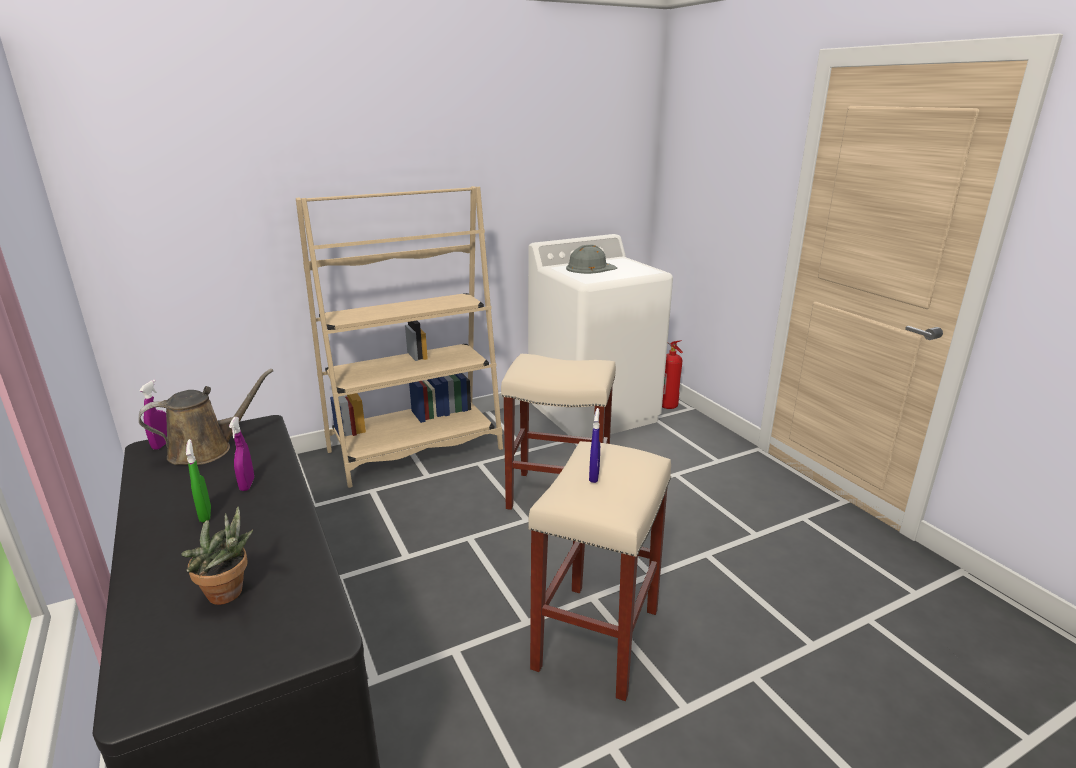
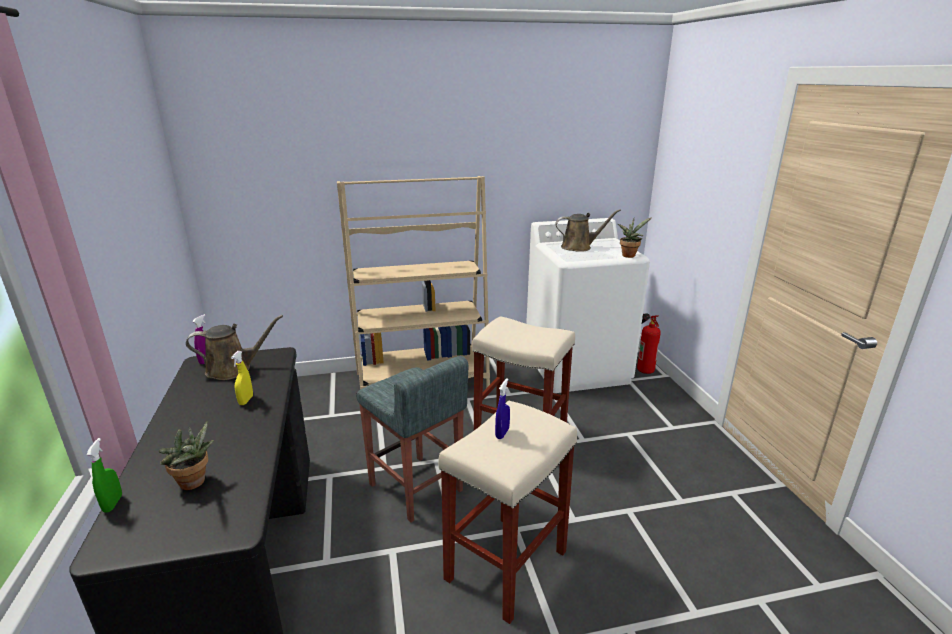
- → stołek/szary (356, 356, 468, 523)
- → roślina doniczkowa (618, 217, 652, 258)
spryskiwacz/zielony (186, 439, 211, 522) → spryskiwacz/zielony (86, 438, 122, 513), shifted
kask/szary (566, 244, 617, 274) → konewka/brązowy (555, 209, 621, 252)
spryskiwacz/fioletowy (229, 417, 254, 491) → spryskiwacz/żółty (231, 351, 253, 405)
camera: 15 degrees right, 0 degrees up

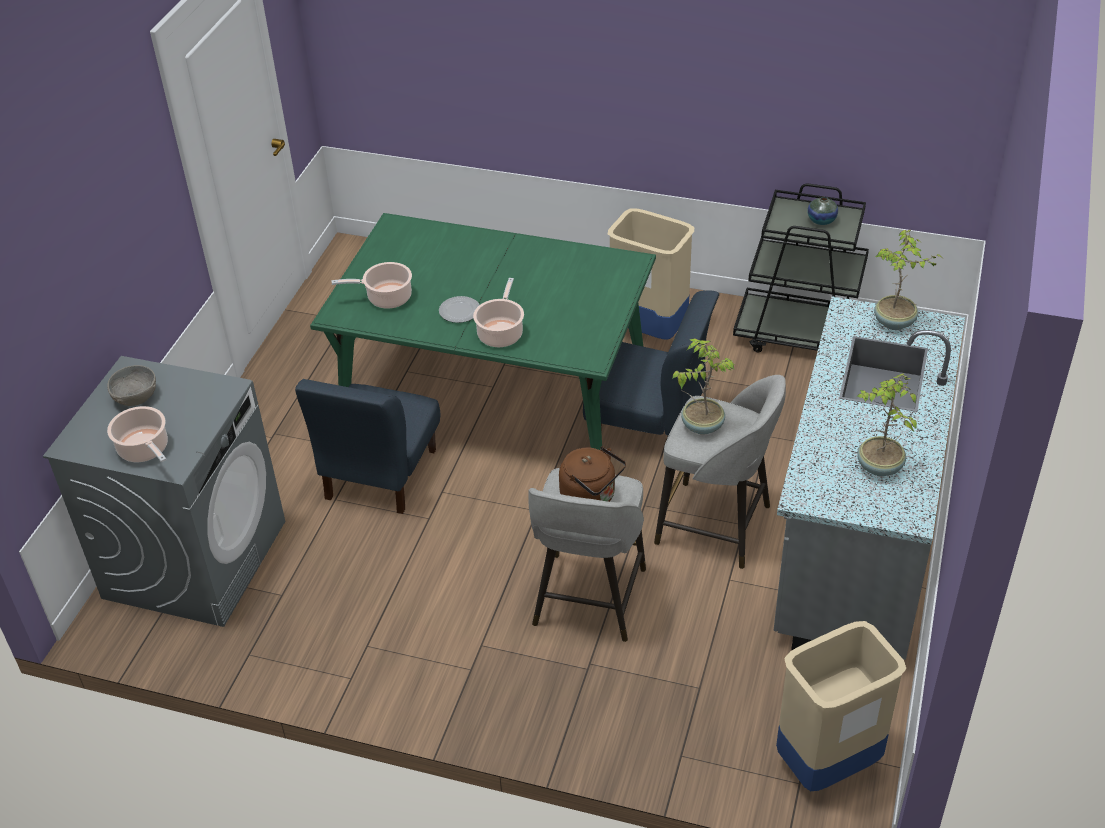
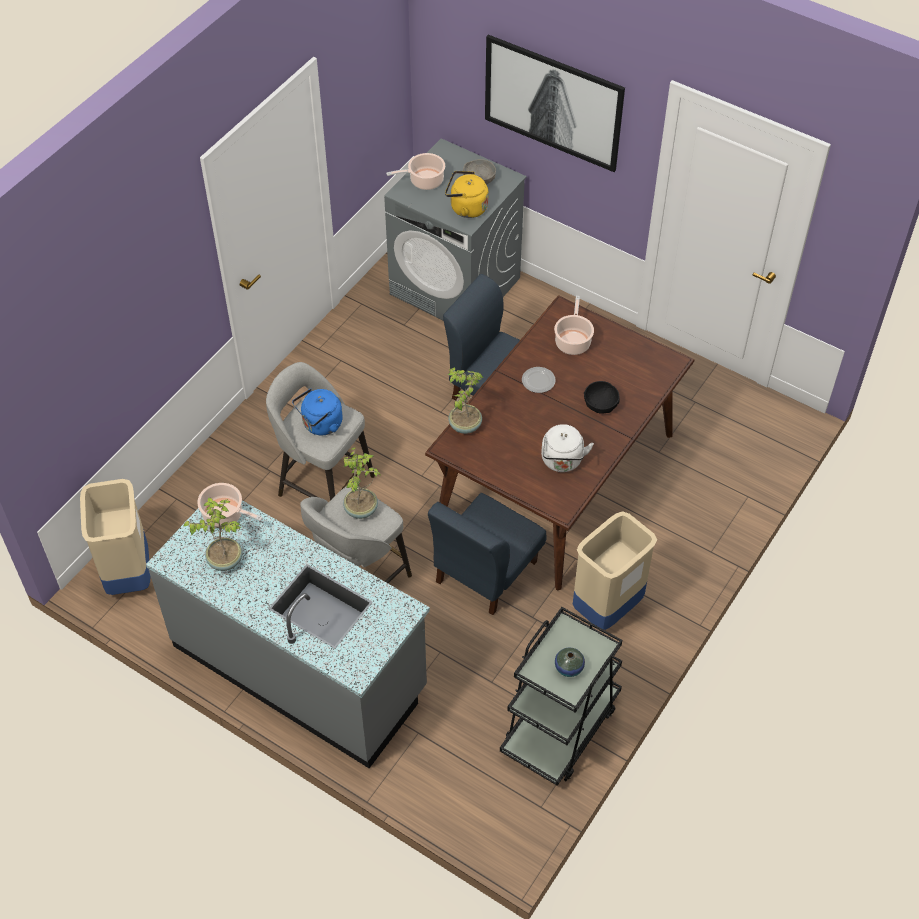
- → czajnik/żółty (445, 171, 489, 218)
- → obraz (485, 35, 625, 172)
- → czajnik/biały (541, 424, 594, 472)
- → miska/czarny (584, 381, 620, 414)
garnek (473, 278, 524, 347) → garnek (197, 483, 263, 528), shifted
roślina doniczkowa (874, 230, 942, 330) → roślina doniczkowa (448, 367, 484, 434), shifted
stół jadalny/zielony (310, 213, 656, 450) → stół jadalny/brązowy (425, 295, 694, 590)
czajnik/brązowy (559, 446, 626, 502) → czajnik/niebieski (292, 389, 343, 435)
camera: 105 degrees right, 10 degrees up

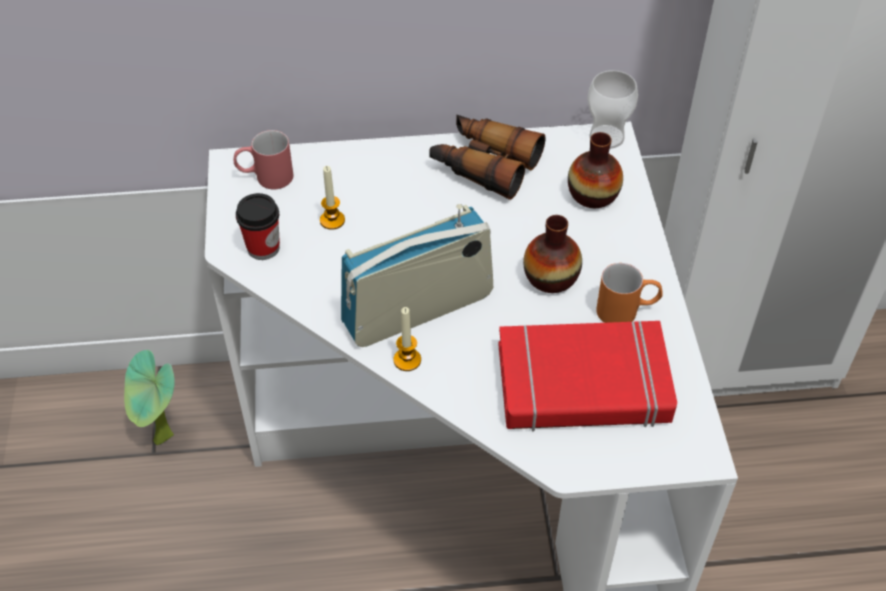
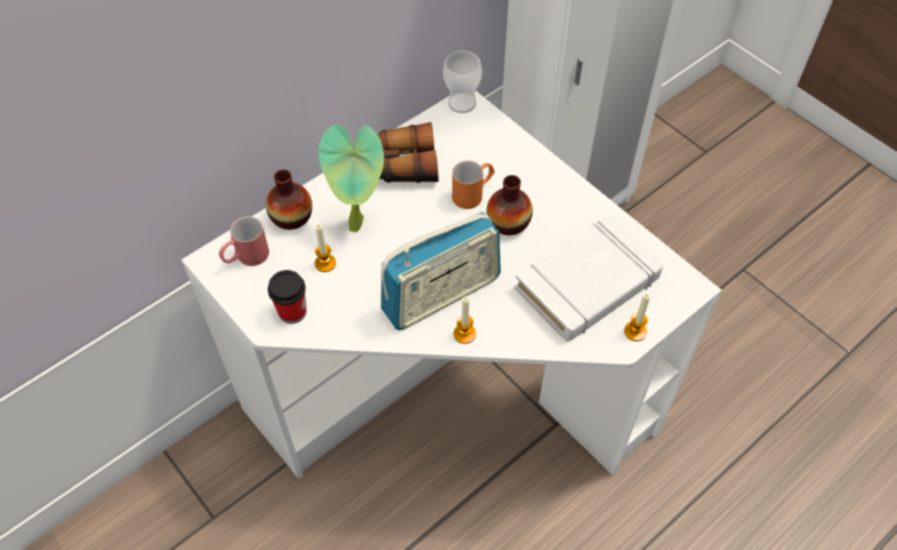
- → świeca (624, 294, 650, 341)
roślina doniczkowa (124, 350, 175, 445) → roślina doniczkowa (319, 124, 384, 232), shifted
wazon (568, 132, 623, 208) → wazon (266, 169, 312, 230), shifted
kubek/pomarańczowy (596, 263, 663, 323) → kubek/pomarańczowy (452, 161, 495, 209), shifted
książka/czerwony (498, 321, 677, 432) → książka/biały (515, 214, 663, 342)
radio (341, 204, 493, 347) → radio (381, 212, 501, 330), 150 degrees counterclockwise
camera: 35 degrees left, 5 degrees up

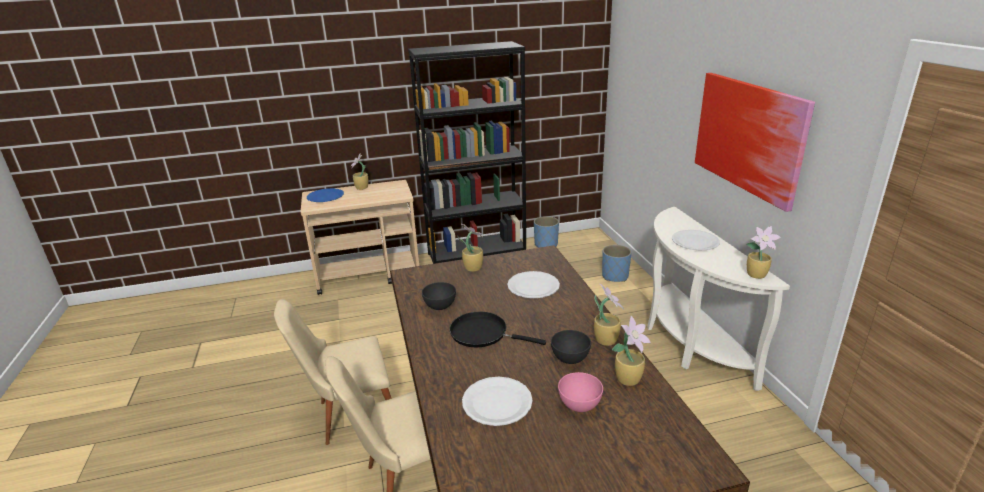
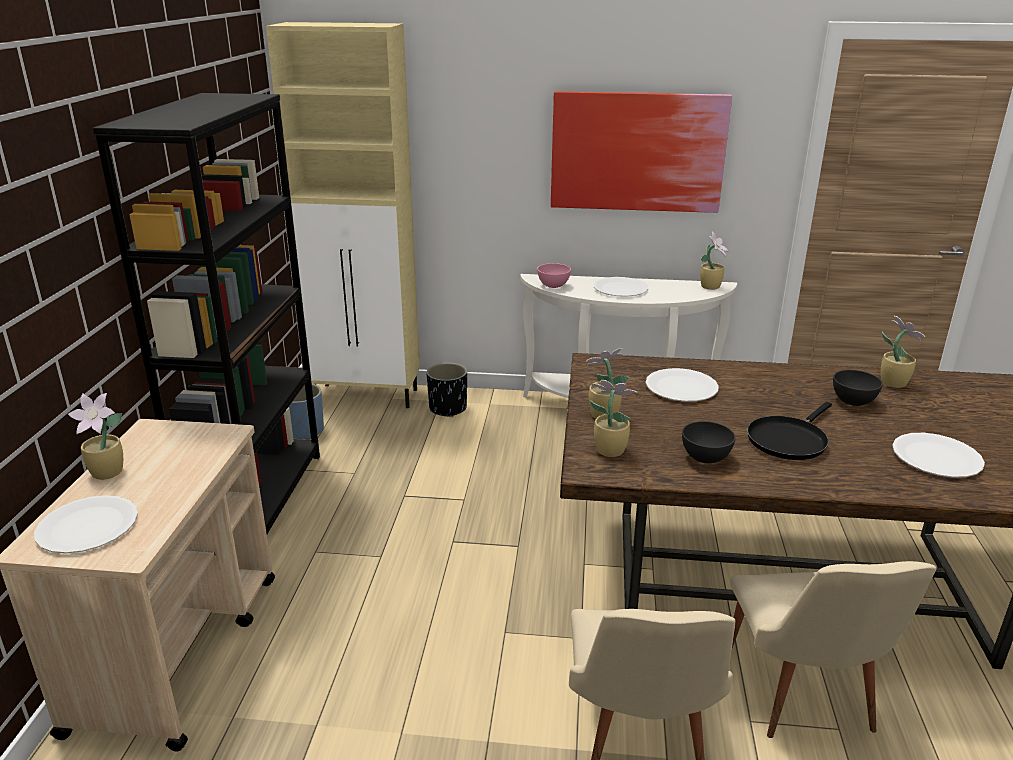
- → szafka/beżowy (266, 22, 420, 408)
miska/różowy (558, 372, 603, 412) → miska/różowy (537, 263, 571, 288), shifted
roślina doniczkowa (594, 284, 624, 346) → roślina doniczkowa (590, 380, 637, 457), shifted
talerz/niebieski (307, 188, 344, 202) → talerz/biały (34, 495, 138, 553)
donica/niebieski (602, 245, 632, 282) → donica/czarny (426, 363, 467, 417)
camera: 70 degrees left, 0 degrees up

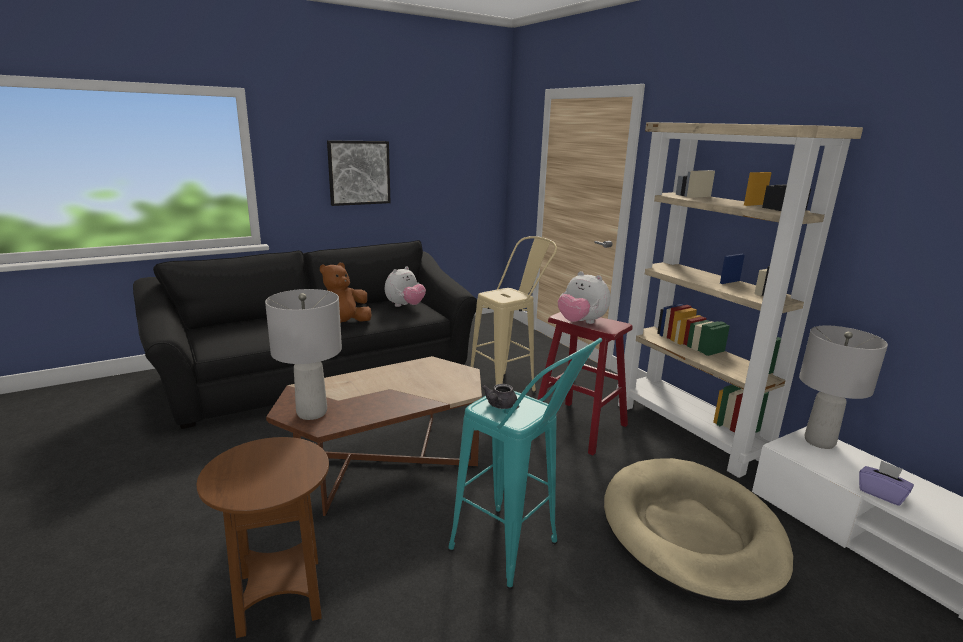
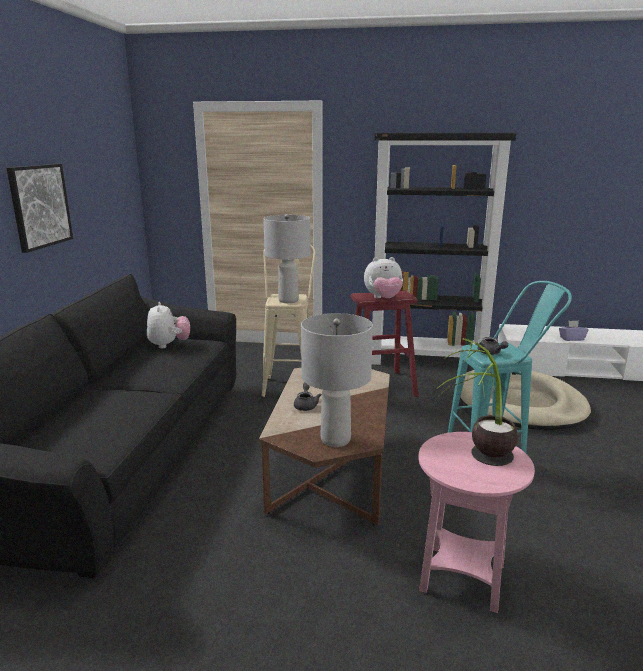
pluszak/brązowy (320, 263, 372, 323) → -
- → imbryk/szary (294, 382, 322, 411)
- → roślina doniczkowa (437, 338, 518, 466)
lampa stołowa/szary (799, 325, 888, 449) → lampa stołowa/szary (263, 214, 311, 303), shifted
stolik/brązowy (196, 437, 329, 638) → stolik/różowy (418, 432, 535, 613)
regał/beżowy (617, 122, 863, 478) → regał/czarny (372, 133, 516, 365)
camera: 50 degrees left, 0 degrees up

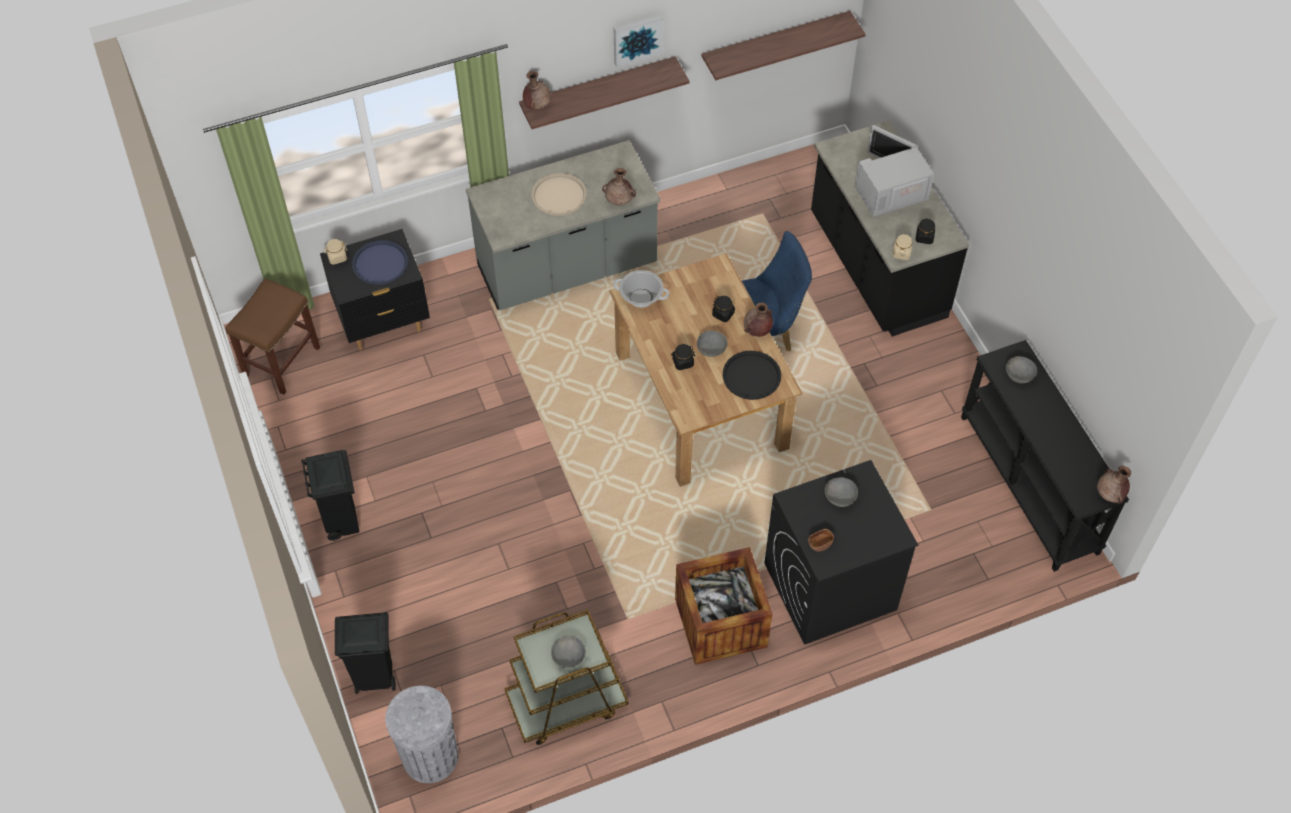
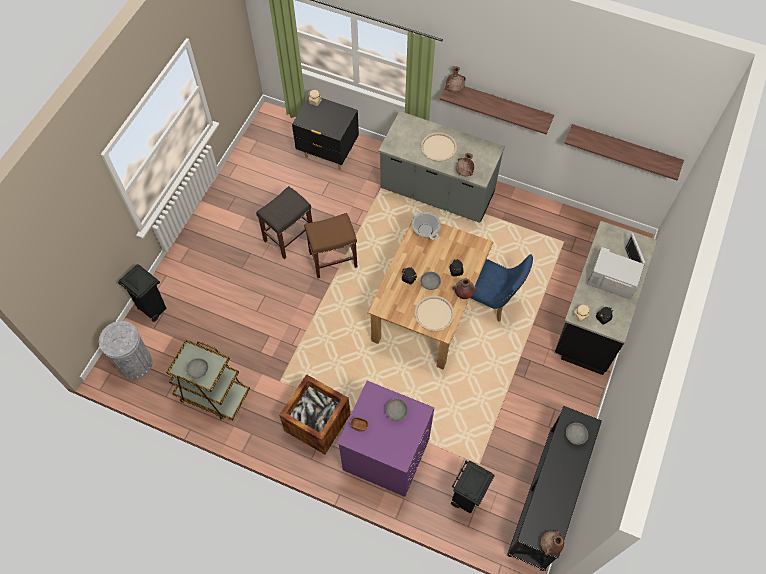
taca/niebieski (352, 240, 408, 285) → -
obraz (614, 14, 662, 67) → -
- → stołek/szary (256, 186, 312, 259)
stołek/brązowy (225, 279, 320, 395) → stołek/brązowy (304, 213, 358, 278), shifted
kosz na śmieci/czarny (301, 450, 359, 541) → kosz na śmieci/czarny (451, 461, 495, 513), shifted
taca/czarny (723, 351, 781, 400) → taca/beżowy (415, 296, 454, 331)
pralka/czarny (764, 460, 918, 645) → pralka/fioletowy (337, 381, 434, 497)
camera: 45 degrees right, 5 degrees up

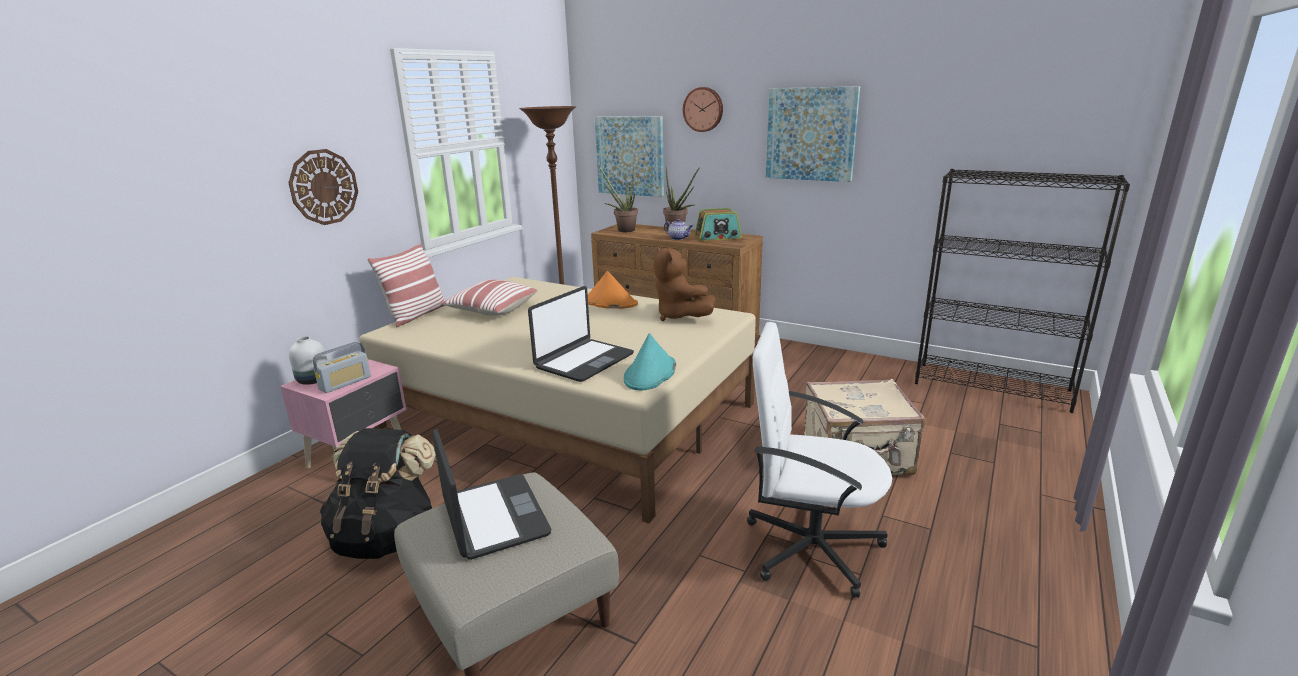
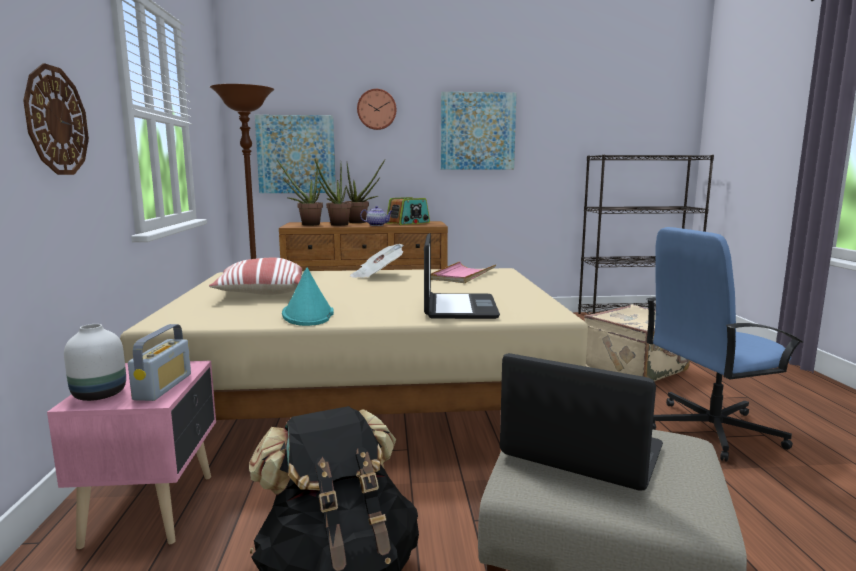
poduszka (368, 243, 445, 328) → -
- → roślina doniczkowa (315, 159, 352, 226)
kapelusz/turkusowy (624, 333, 676, 390) → kapelusz/turkusowy (282, 268, 334, 326), shifted
kapelusz/pomarańczowy (588, 271, 638, 309) → gazeta (350, 244, 404, 278)
pluszak/brązowy (653, 247, 715, 321) → taca/różowy (431, 262, 497, 283)
krzesło biurowe/biały (747, 322, 892, 598) → krzesło biurowe/niebieski (646, 227, 803, 462)
camera: 35 degrees left, 10 degrees down

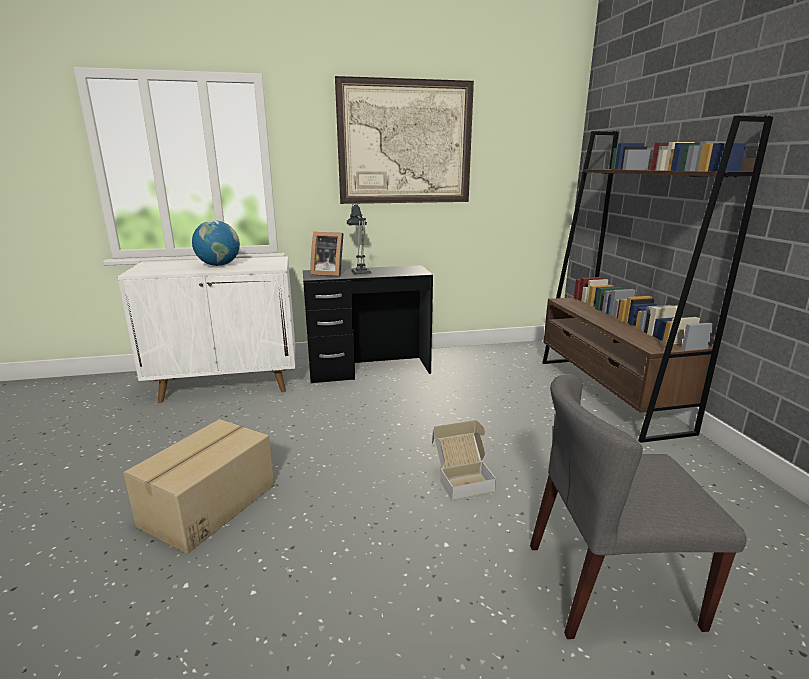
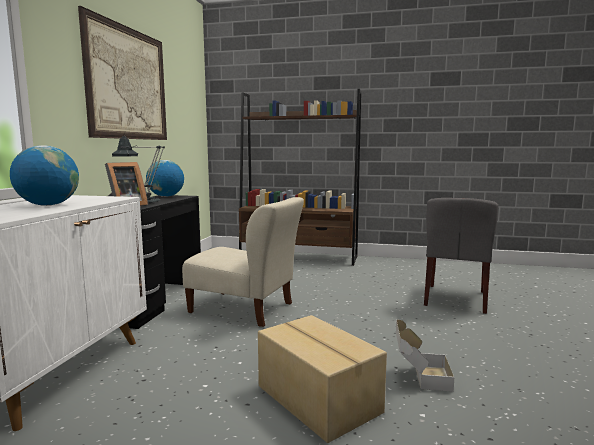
- → globus (146, 160, 184, 197)
- → krzesło/beżowy (182, 197, 304, 327)
karton (432, 420, 496, 500) → karton (396, 320, 454, 392), shifted
camera: 65 degrees left, 10 degrees down

